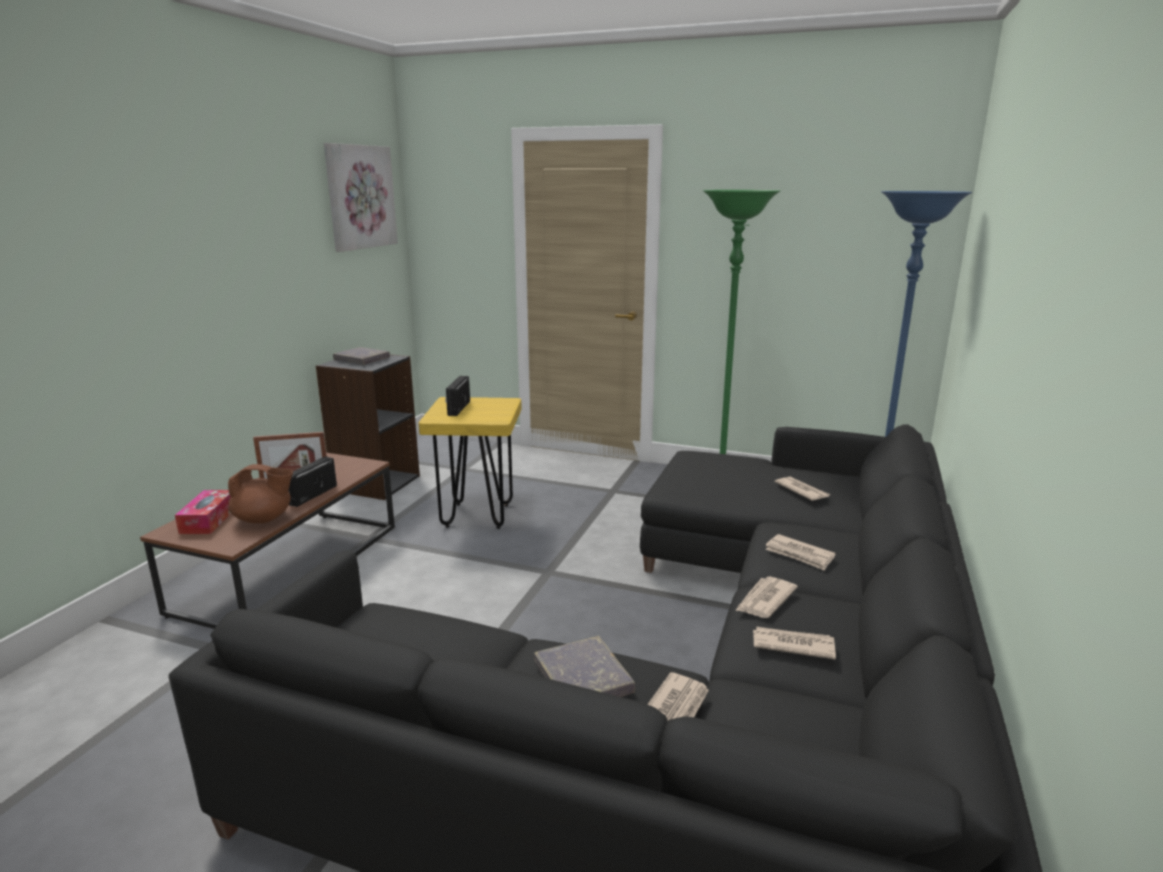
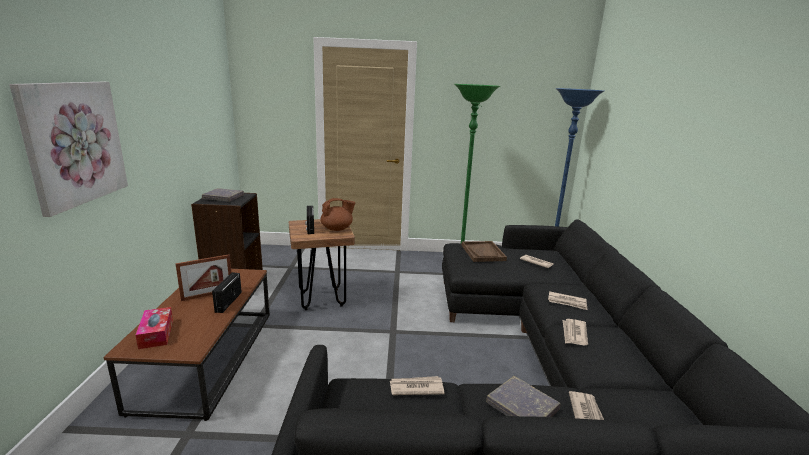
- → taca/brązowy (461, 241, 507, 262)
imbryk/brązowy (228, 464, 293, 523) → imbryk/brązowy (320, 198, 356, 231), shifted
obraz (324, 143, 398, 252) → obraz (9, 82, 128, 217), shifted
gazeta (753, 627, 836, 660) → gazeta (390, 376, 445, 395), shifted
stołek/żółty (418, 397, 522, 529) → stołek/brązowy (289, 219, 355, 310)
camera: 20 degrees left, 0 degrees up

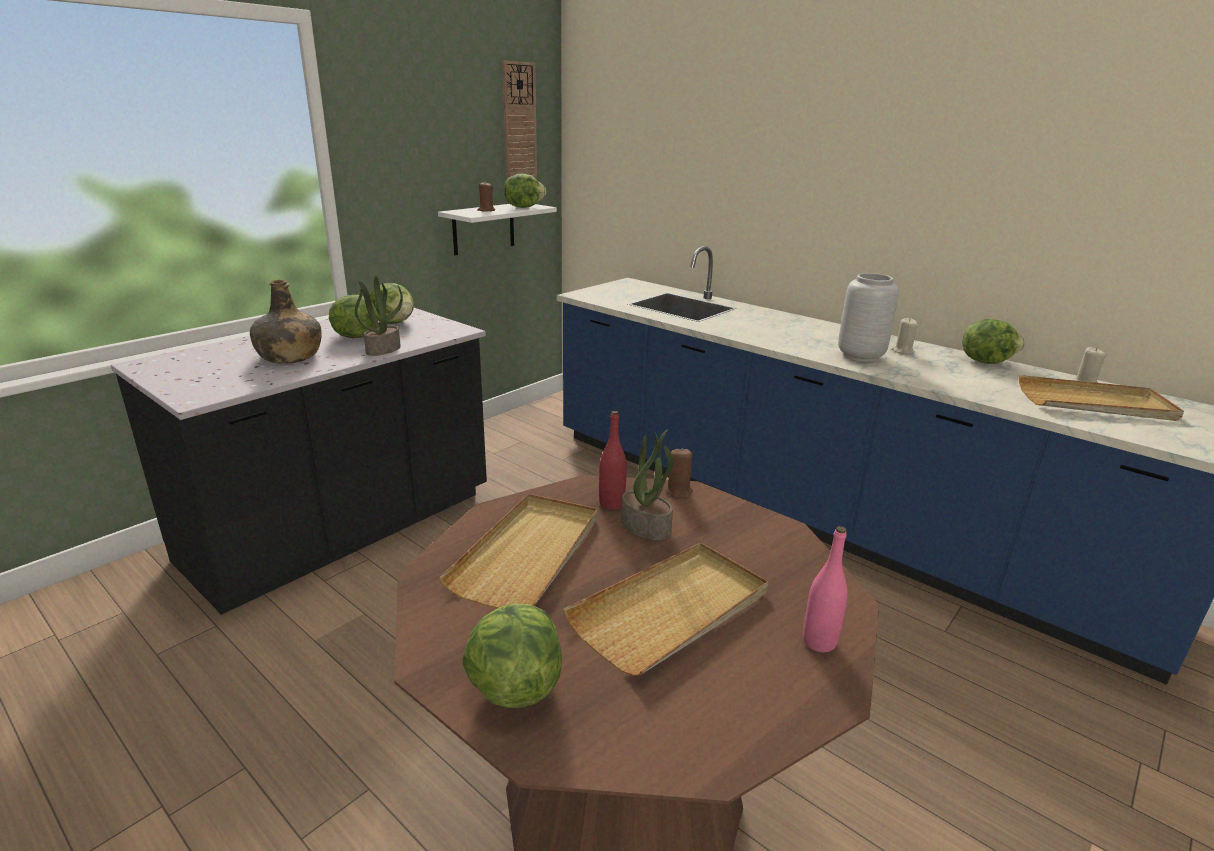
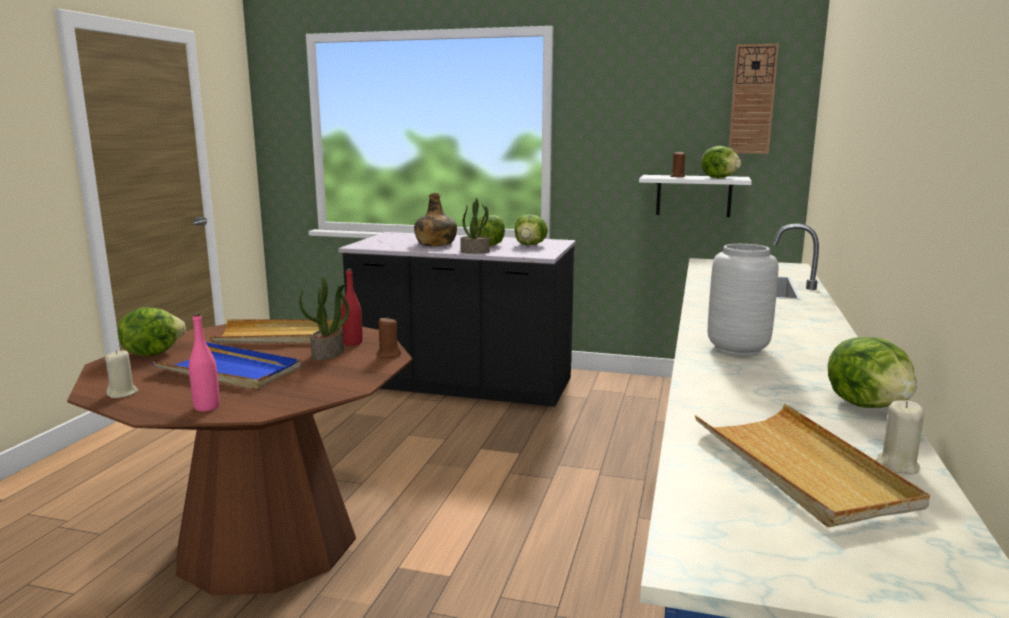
świeca/beżowy (891, 318, 918, 355) → świeca/beżowy (105, 350, 138, 398), shifted
taca/beżowy (563, 543, 768, 676) → taca/niebieski (152, 342, 301, 389)
camera: 65 degrees right, 10 degrees down

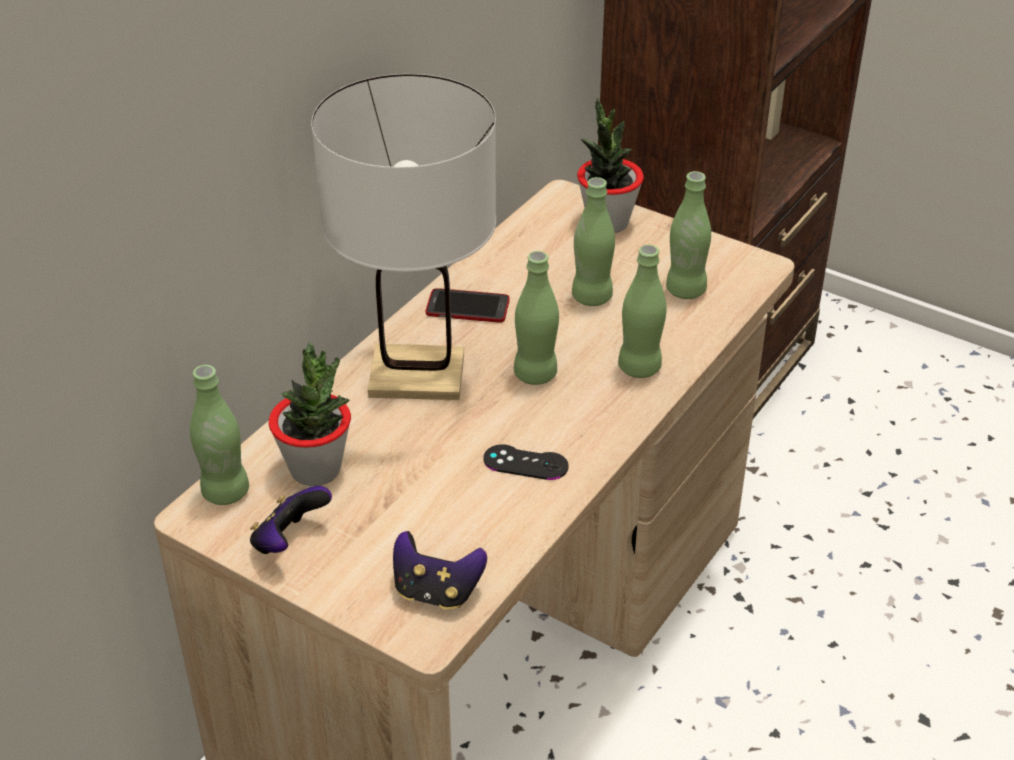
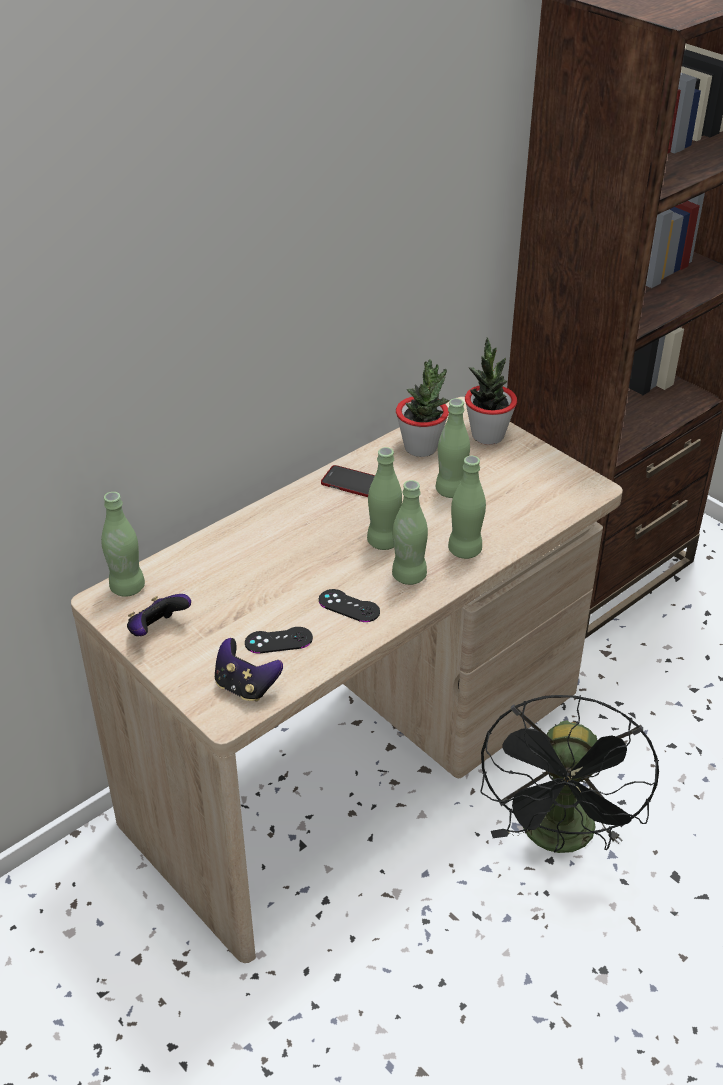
lampa stołowa/biały (312, 74, 496, 400) → -
- → pad do gier/czarny (245, 627, 313, 653)
- → wentylator/czarny (480, 695, 659, 853)
roślina doniczkowa (269, 342, 351, 486) → roślina doniczkowa (396, 359, 449, 457), shifted
butelka/zielony (666, 171, 711, 299) → butelka/zielony (392, 480, 428, 585), shifted
camera: 15 degrees right, 0 degrees up

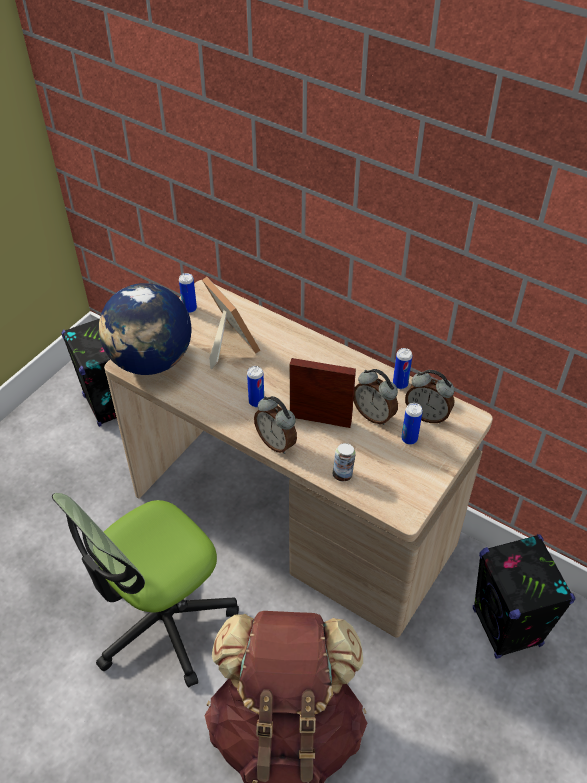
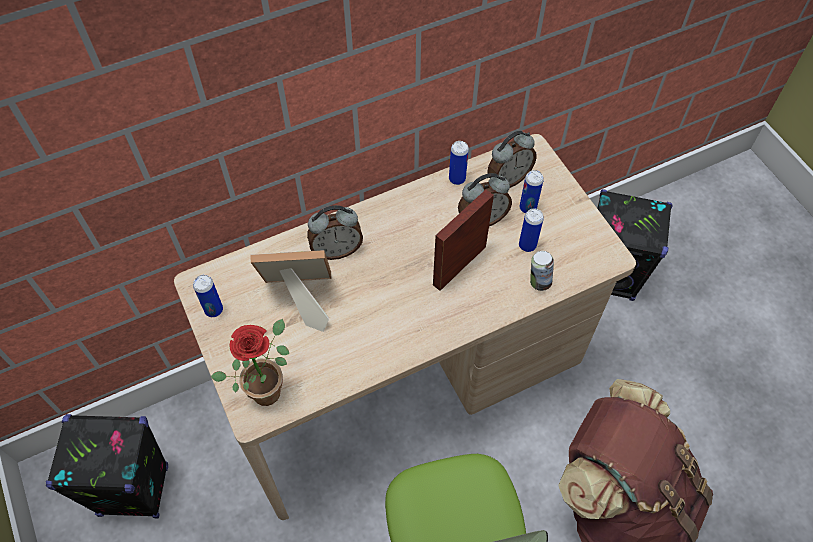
puszka (247, 366, 264, 407) → puszka (519, 209, 544, 252), shifted
budzik (254, 396, 297, 454) → budzik (307, 205, 363, 260), shifted
globus (99, 283, 192, 375) → roślina doniczkowa (210, 319, 289, 406)
camera: 60 degrees left, 10 degrees up

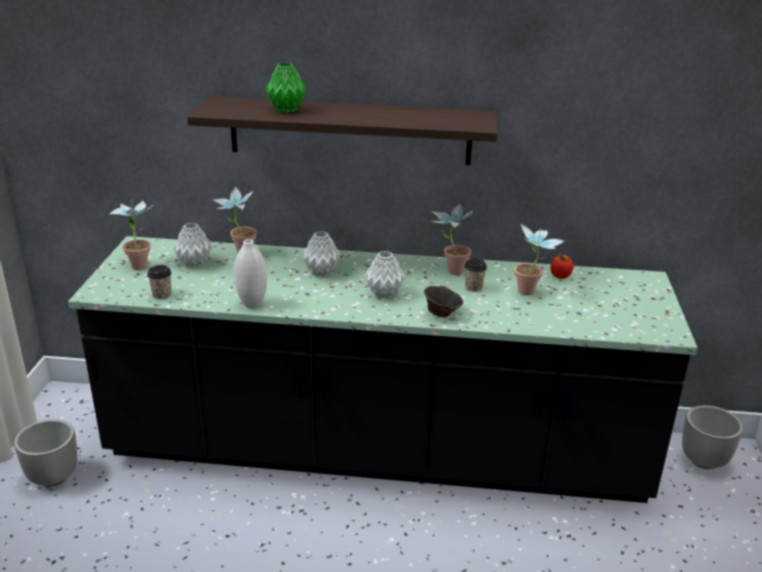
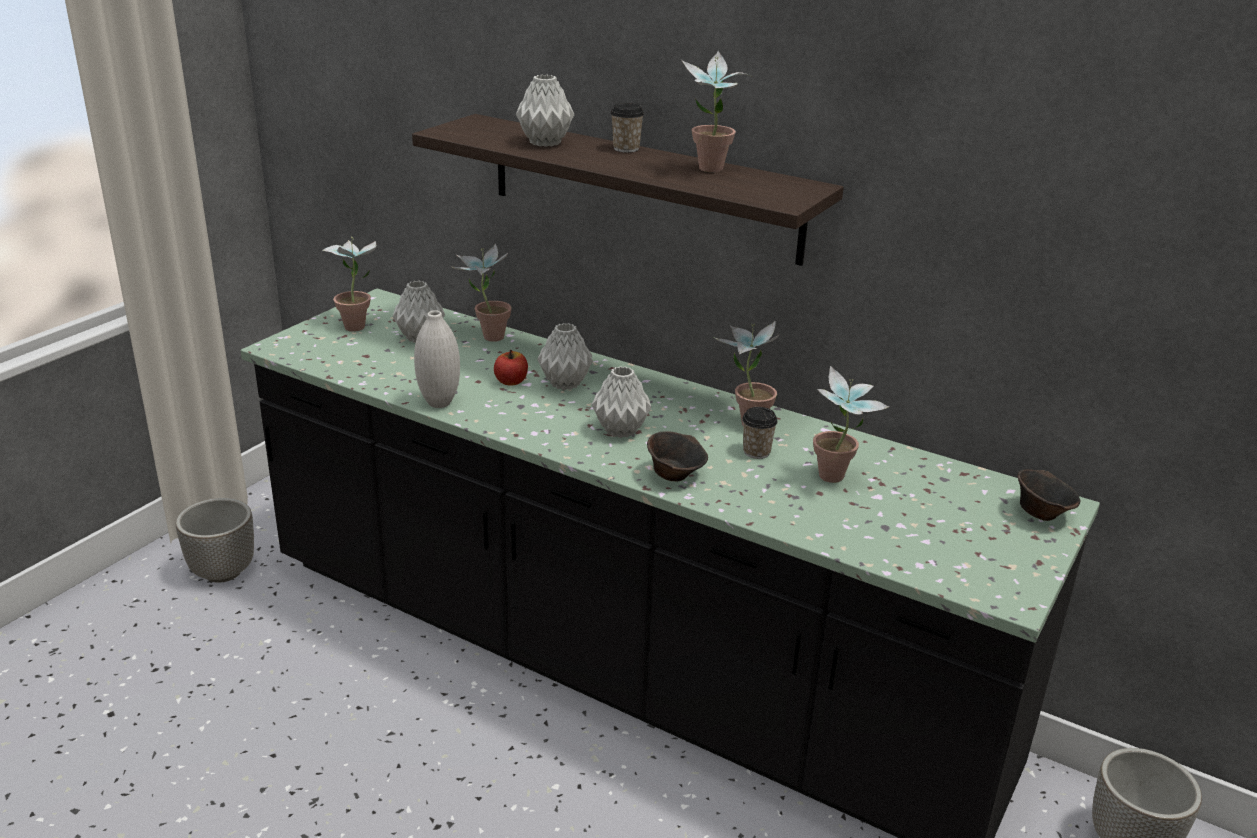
- → roślina doniczkowa (682, 51, 753, 172)
- → miska/brązowy (1017, 469, 1080, 521)
filiżanka (147, 265, 171, 300) → filiżanka (610, 103, 644, 153), shifted
jabłko (550, 255, 573, 279) → jabłko (494, 350, 528, 386), shifted
wazon/zielony (265, 63, 306, 113) → wazon/szary (516, 75, 574, 147)
camera: 25 degrees right, 0 degrees up

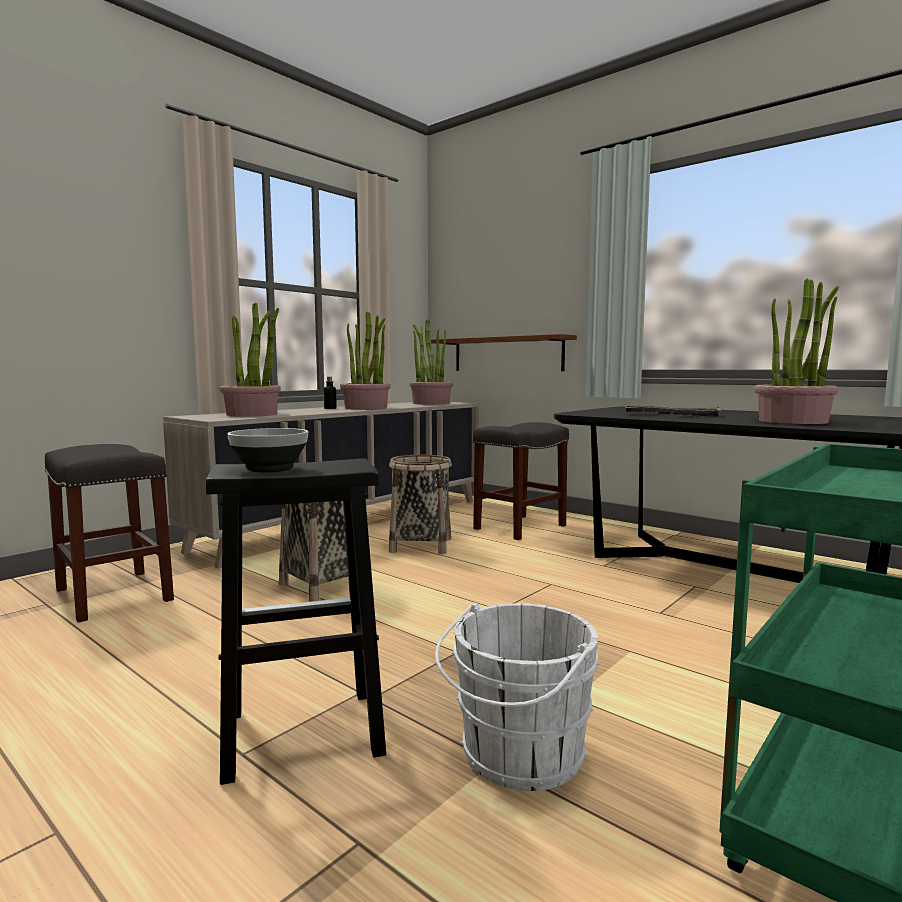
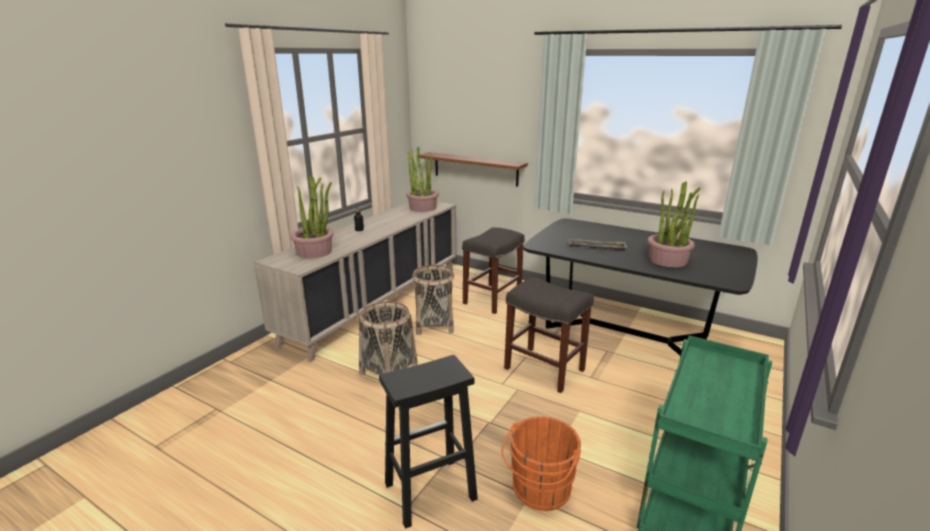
miska (227, 428, 308, 472) → -
roślina doniczkowa (340, 312, 391, 410) → -
stołek/szary (44, 444, 174, 623) → stołek/szary (504, 277, 594, 393), shifted
wiadro/biały (435, 603, 600, 791) → wiadro/pomarańczowy (501, 416, 581, 511)
camera: 10 degrees left, 15 degrees up

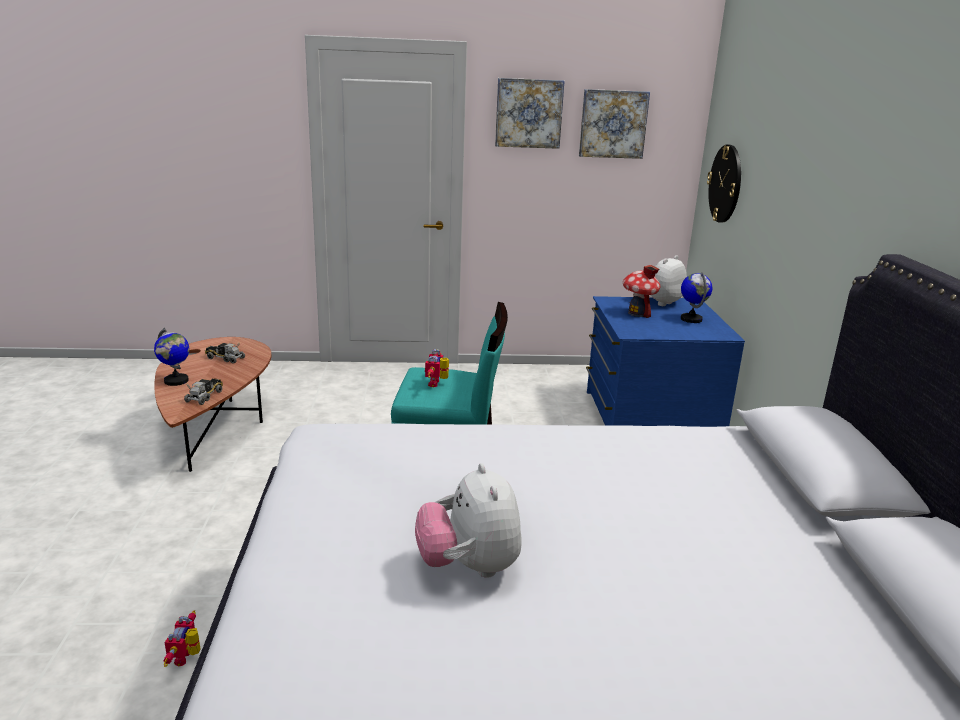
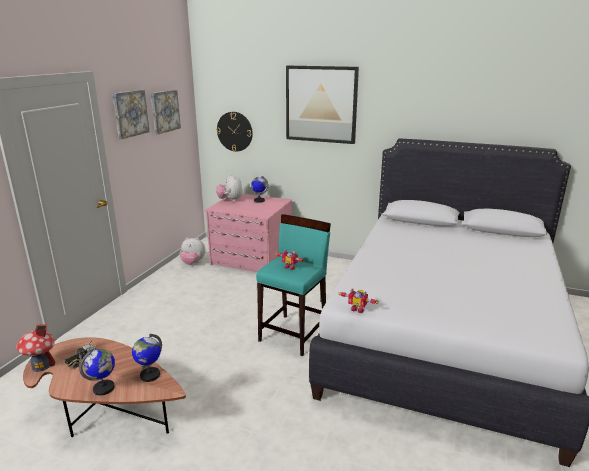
- → obraz (286, 66, 359, 144)
robot zabawkowy (163, 610, 200, 667) → robot zabawkowy (339, 288, 378, 313), shifted
pluszak (415, 463, 522, 578) → pluszak (180, 237, 205, 265), shifted
domek (623, 265, 661, 318) → domek (16, 324, 55, 372), shifted
ciężarówka zabawkowa (184, 378, 223, 405) → globus (132, 334, 162, 382)
komoda/niebieski (586, 296, 745, 427) → komoda/różowy (204, 194, 292, 272)
camera: 65 degrees left, 0 degrees up

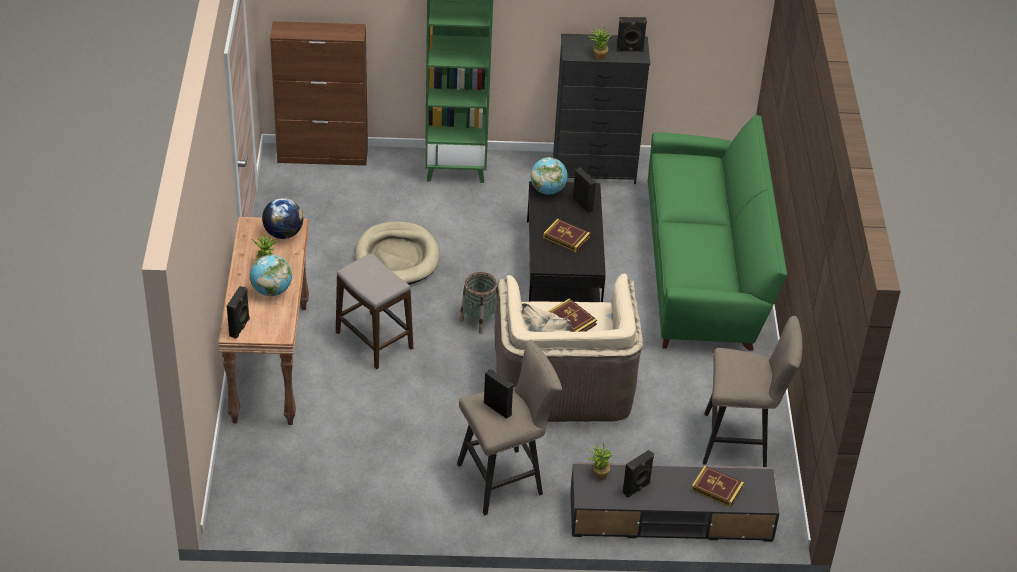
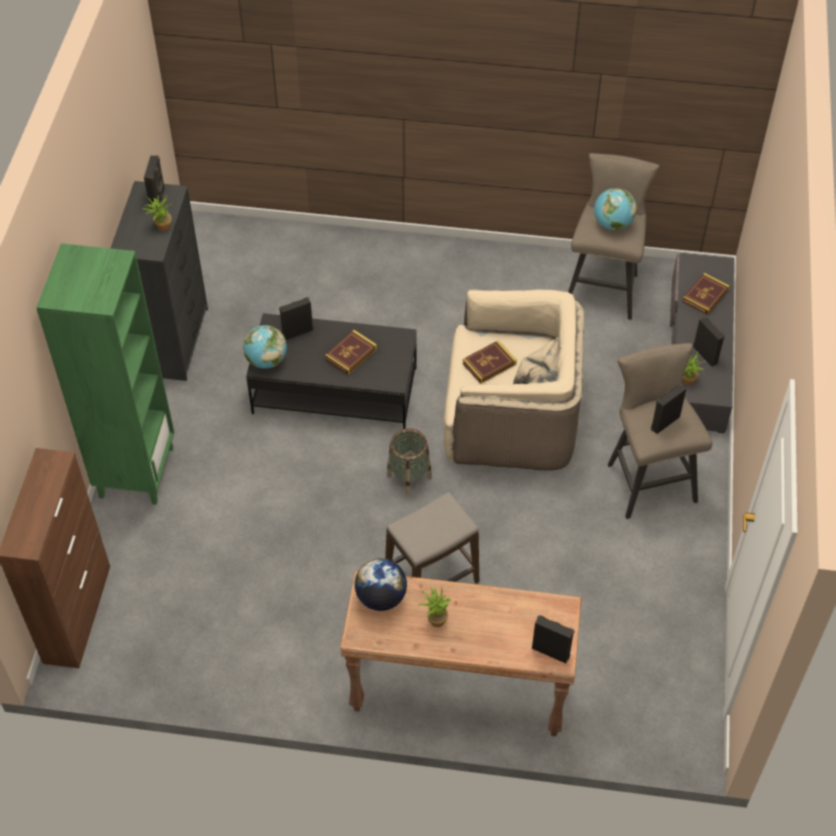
legowisko/beżowy (355, 222, 440, 285) → -
kanapa/zielony (648, 115, 787, 351) → -
globus (250, 255, 292, 296) → globus (594, 188, 637, 231), shifted
camera: 80 degrees left, 10 degrees up

